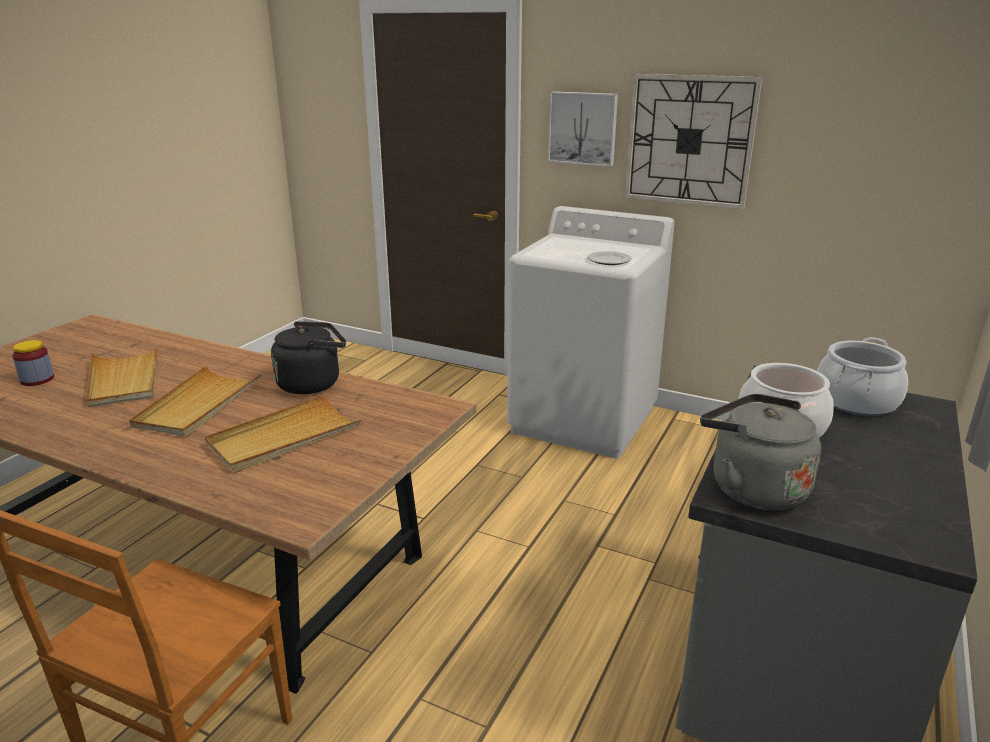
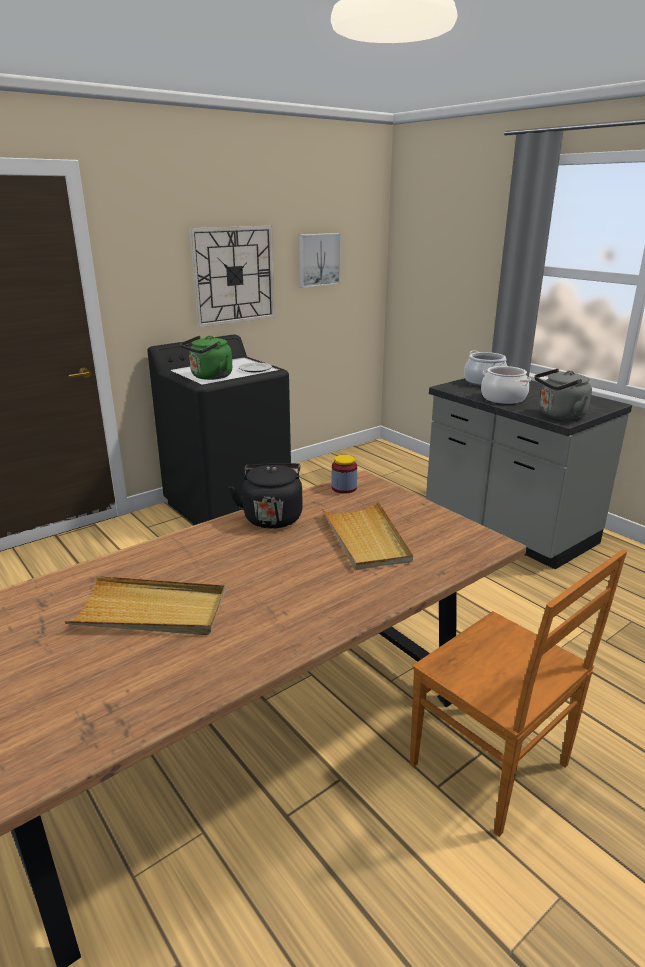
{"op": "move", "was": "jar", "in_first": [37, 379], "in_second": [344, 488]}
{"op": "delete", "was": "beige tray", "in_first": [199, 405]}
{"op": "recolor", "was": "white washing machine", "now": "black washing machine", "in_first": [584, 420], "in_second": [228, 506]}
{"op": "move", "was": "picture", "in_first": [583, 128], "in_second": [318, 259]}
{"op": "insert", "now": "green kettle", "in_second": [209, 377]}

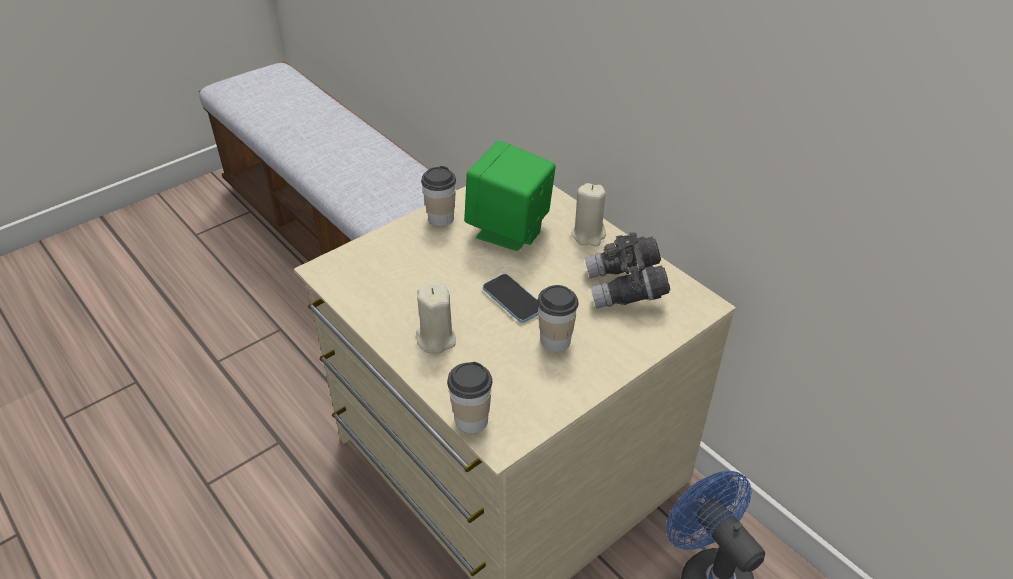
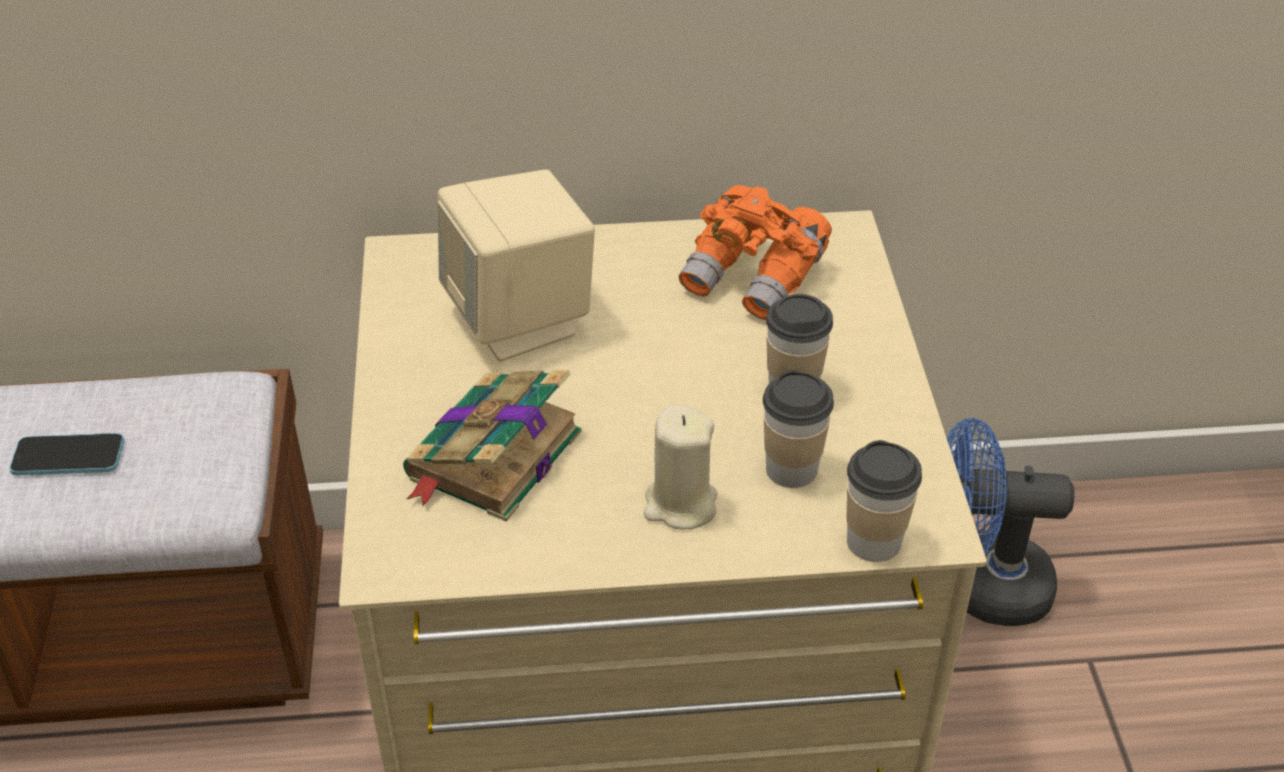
{"op": "move", "was": "cup", "in_first": [441, 218], "in_second": [791, 469]}
{"op": "recolor", "was": "green speaker", "now": "beige speaker", "in_first": [509, 230], "in_second": [521, 321]}
{"op": "move", "was": "phone", "in_first": [513, 299], "in_second": [68, 457]}
{"op": "delete", "was": "beige candle", "in_first": [588, 235]}
{"op": "recolor", "was": "grey binoculars", "now": "orange binoculars", "in_first": [625, 289], "in_second": [754, 278]}
{"op": "insert", "now": "book", "in_second": [492, 457]}

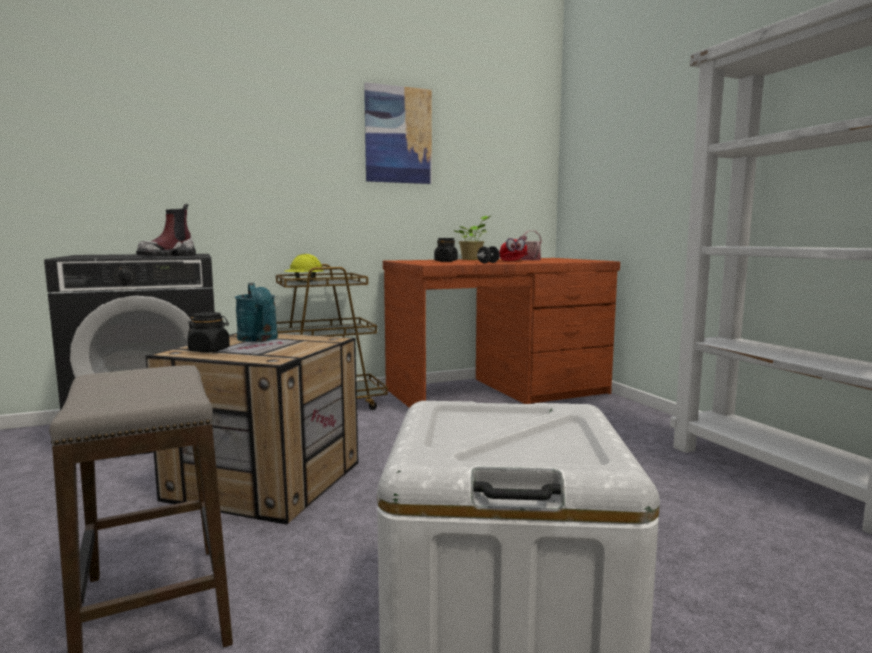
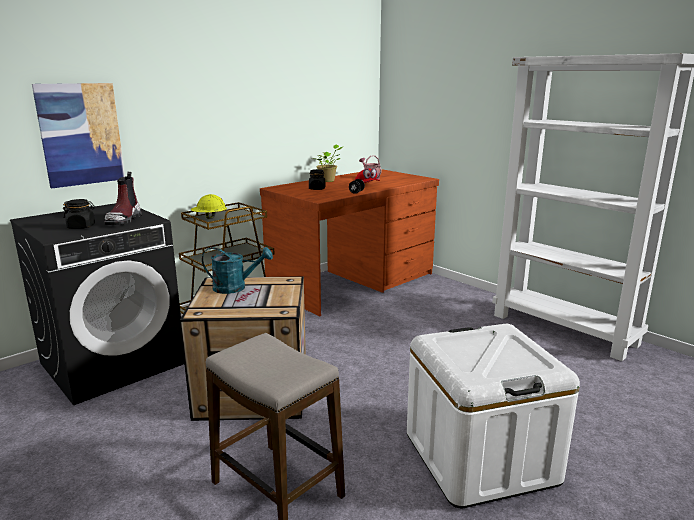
{"op": "move", "was": "black jar", "in_first": [209, 350], "in_second": [81, 227]}
{"op": "rotate", "was": "turquoise watering can", "in_first": [259, 339], "in_second": [235, 288], "clockwise": -45}
{"op": "move", "was": "picture", "in_first": [398, 135], "in_second": [81, 134]}

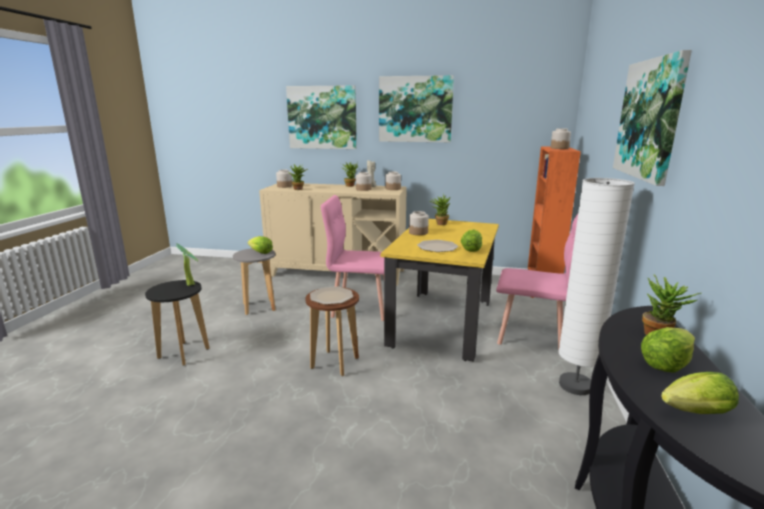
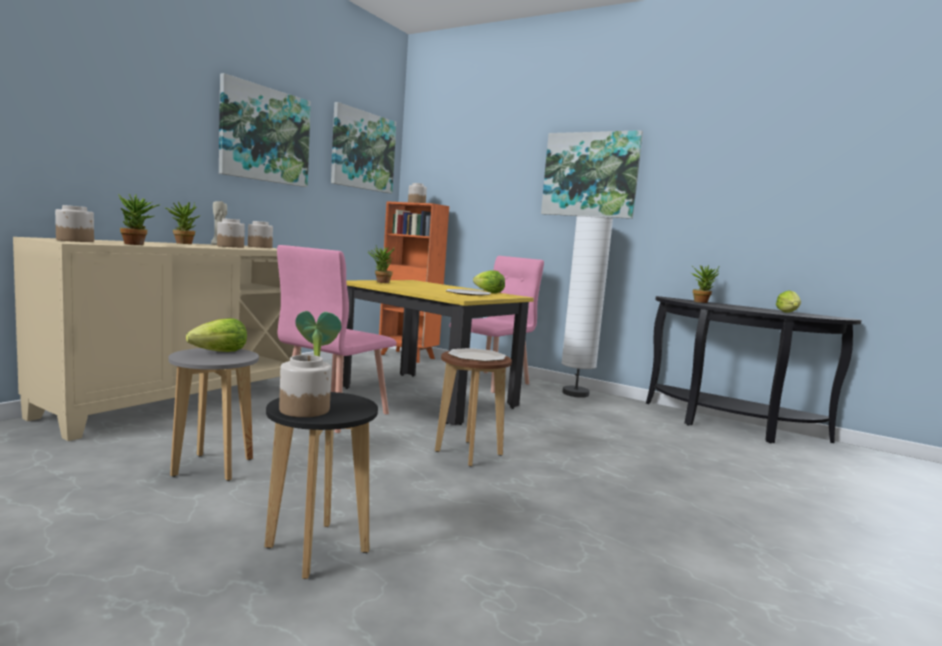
{"op": "move", "was": "picture", "in_first": [322, 117], "in_second": [363, 151]}
{"op": "move", "was": "jar", "in_first": [418, 232], "in_second": [304, 409]}
{"op": "delete", "was": "lettuce", "in_first": [665, 364]}

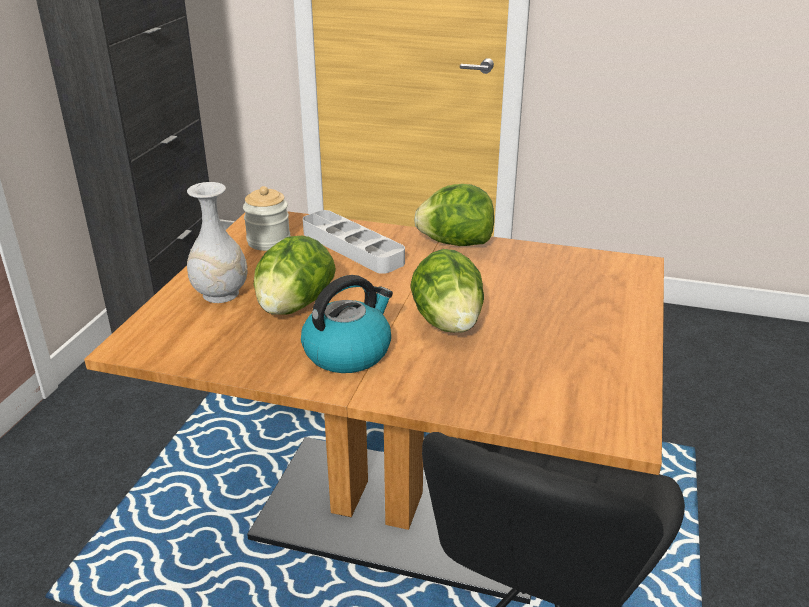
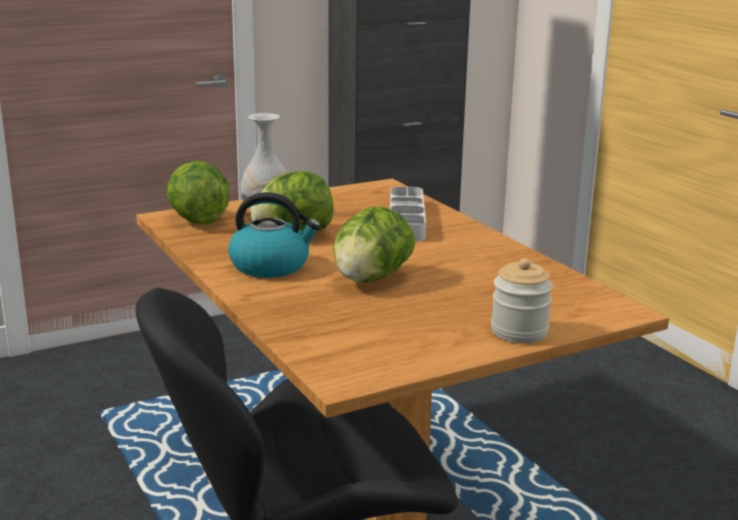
{"op": "move", "was": "jar", "in_first": [268, 241], "in_second": [519, 331]}
{"op": "move", "was": "lettuce", "in_first": [455, 243], "in_second": [197, 220]}

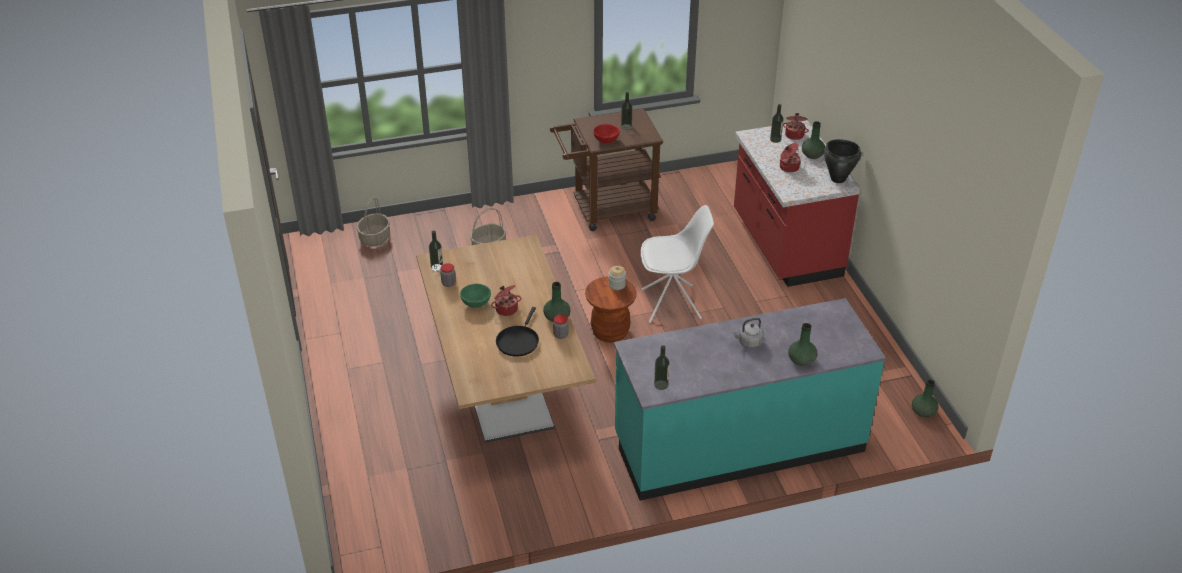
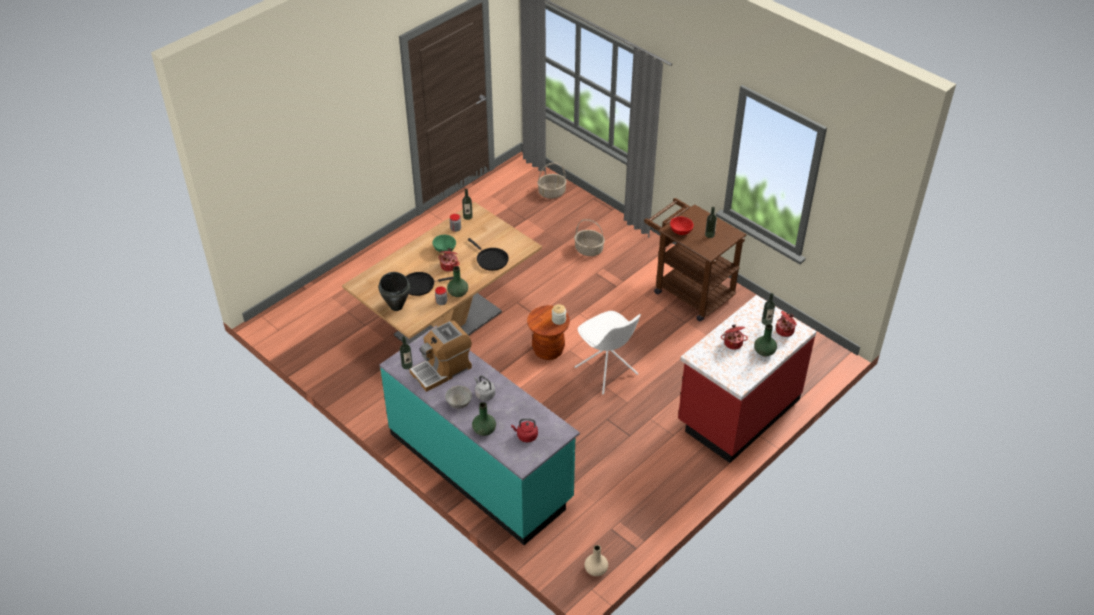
{"op": "move", "was": "black cooking pot", "in_first": [837, 179], "in_second": [396, 306]}
{"op": "recolor", "was": "green vase", "now": "beige vase", "in_first": [923, 412], "in_second": [596, 570]}
{"op": "insert", "now": "coffee machine", "in_second": [442, 370]}
{"op": "insert", "now": "grey bowl", "in_second": [458, 403]}
{"op": "insert", "now": "black frying pan", "in_second": [490, 259]}
{"op": "insert", "now": "red kettle", "in_second": [526, 436]}

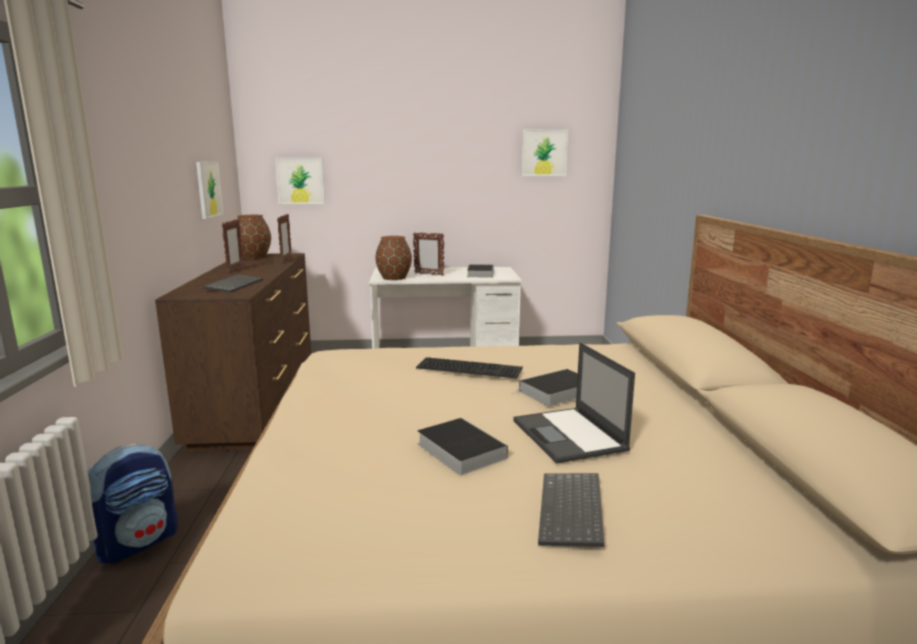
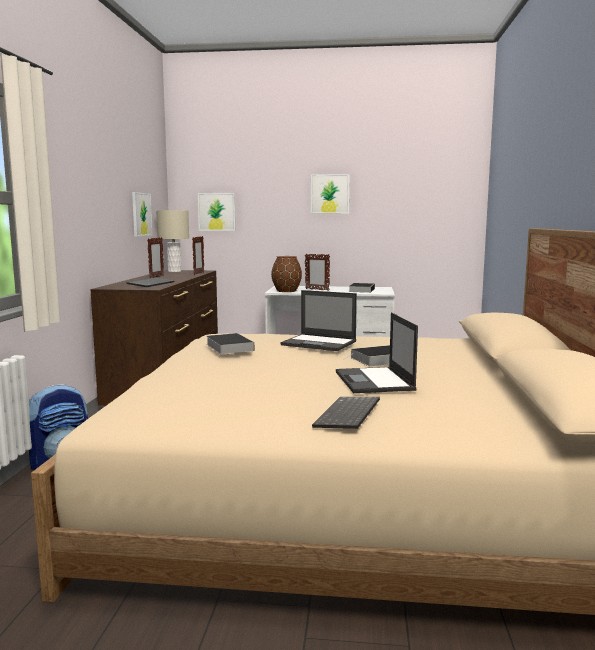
{"op": "replace", "was": "brown vase", "now": "beige table lamp", "in_first": [253, 257], "in_second": [174, 271]}
{"op": "replace", "was": "keyboard", "now": "laptop", "in_first": [470, 367], "in_second": [320, 343]}
{"op": "move", "was": "book", "in_first": [458, 450], "in_second": [228, 347]}
{"op": "move", "was": "picture", "in_first": [544, 152], "in_second": [330, 194]}

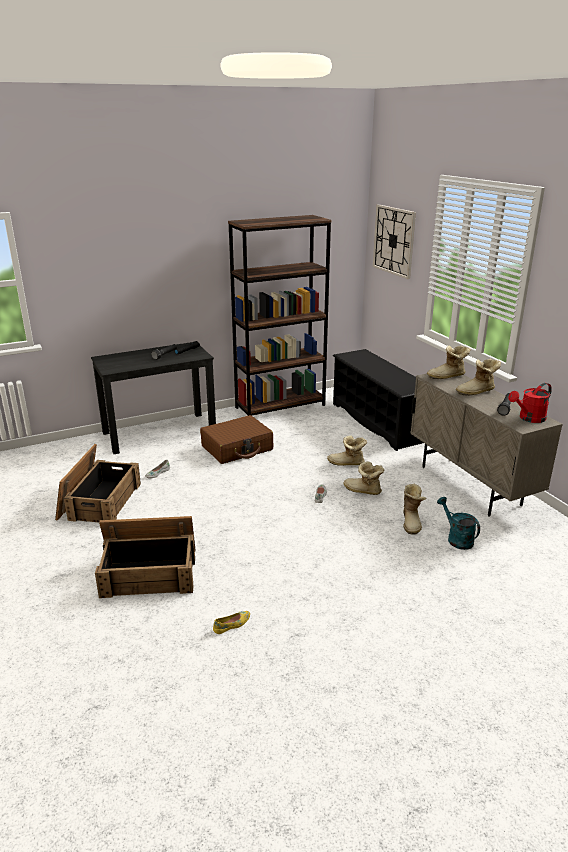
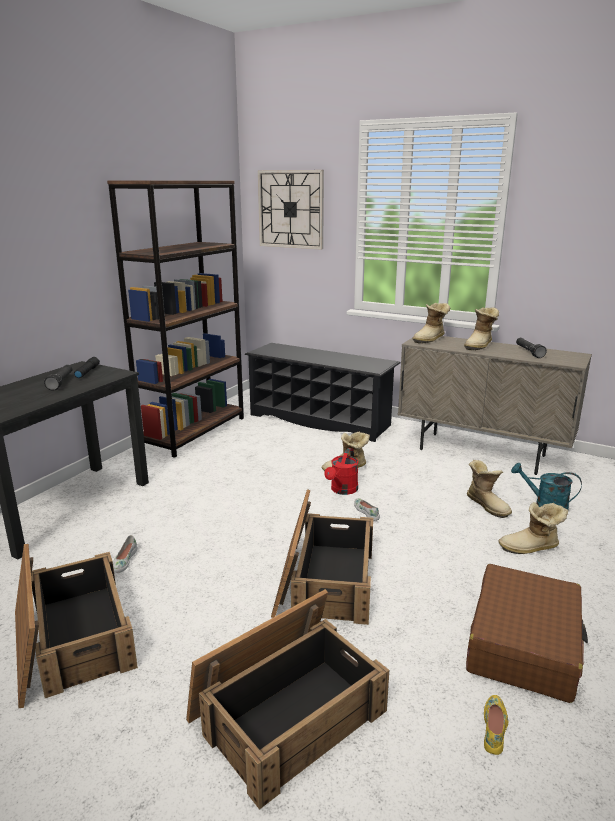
{"op": "move", "was": "brown suitcase", "in_first": [237, 448], "in_second": [523, 644]}
{"op": "move", "was": "boot", "in_first": [363, 491], "in_second": [531, 548]}
{"op": "move", "was": "red watering can", "in_first": [529, 418], "in_second": [342, 490]}
{"op": "insert", "now": "crate", "in_second": [324, 579]}

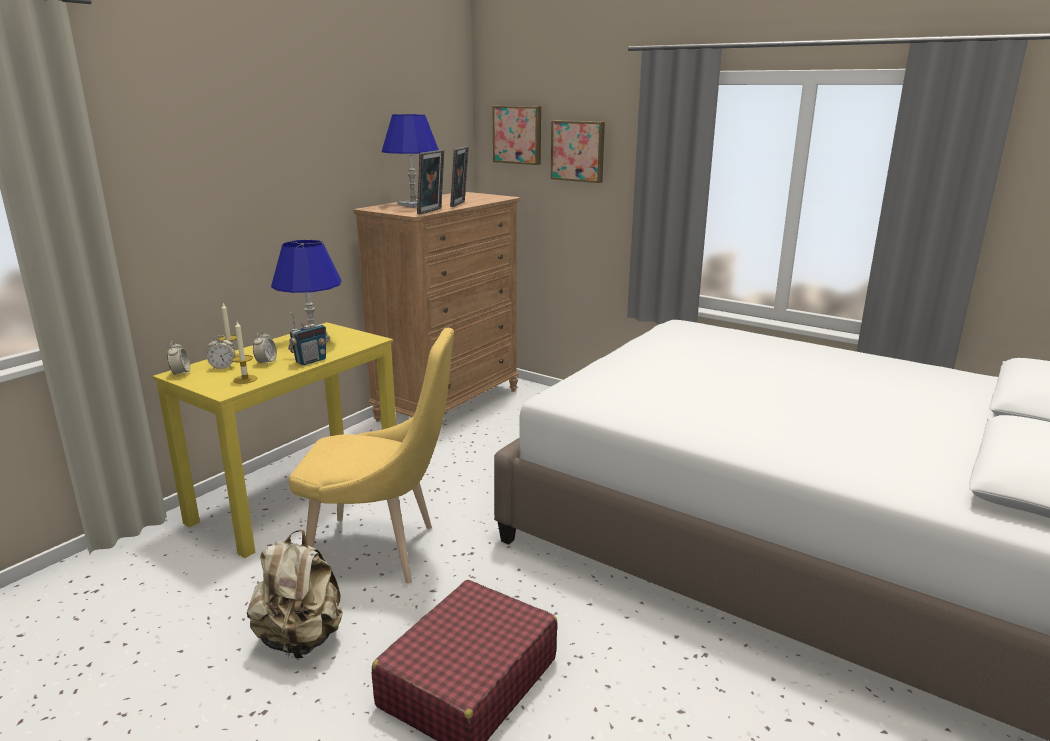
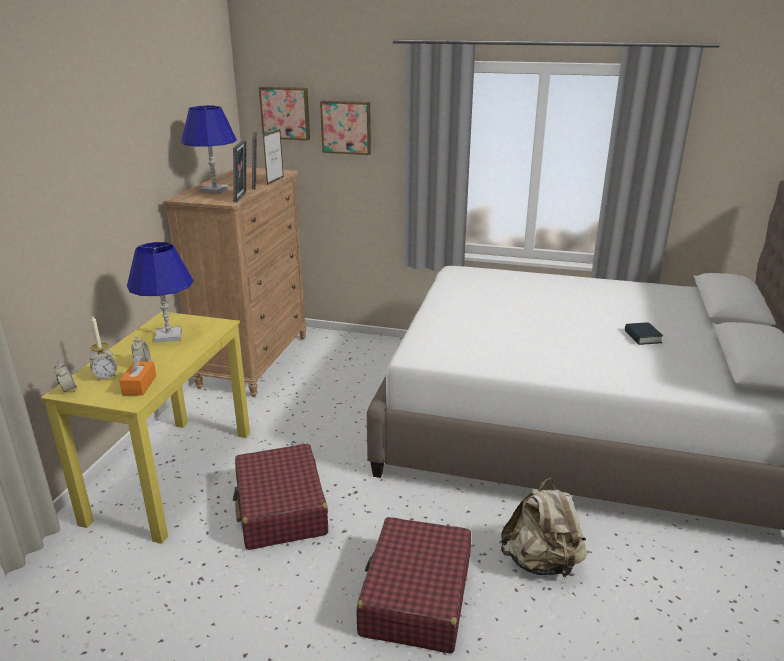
{"op": "replace", "was": "candle", "now": "orange tissue box", "in_first": [245, 379], "in_second": [139, 385]}
{"op": "move", "was": "beige backpack", "in_first": [301, 639], "in_second": [541, 562]}
{"op": "delete", "was": "radio", "in_first": [310, 361]}
{"op": "replace", "was": "yellow chair", "now": "red suitcase", "in_first": [381, 552], "in_second": [281, 508]}
{"op": "insert", "now": "picture frame", "in_second": [275, 181]}
{"op": "insert", "now": "book", "in_second": [642, 337]}

